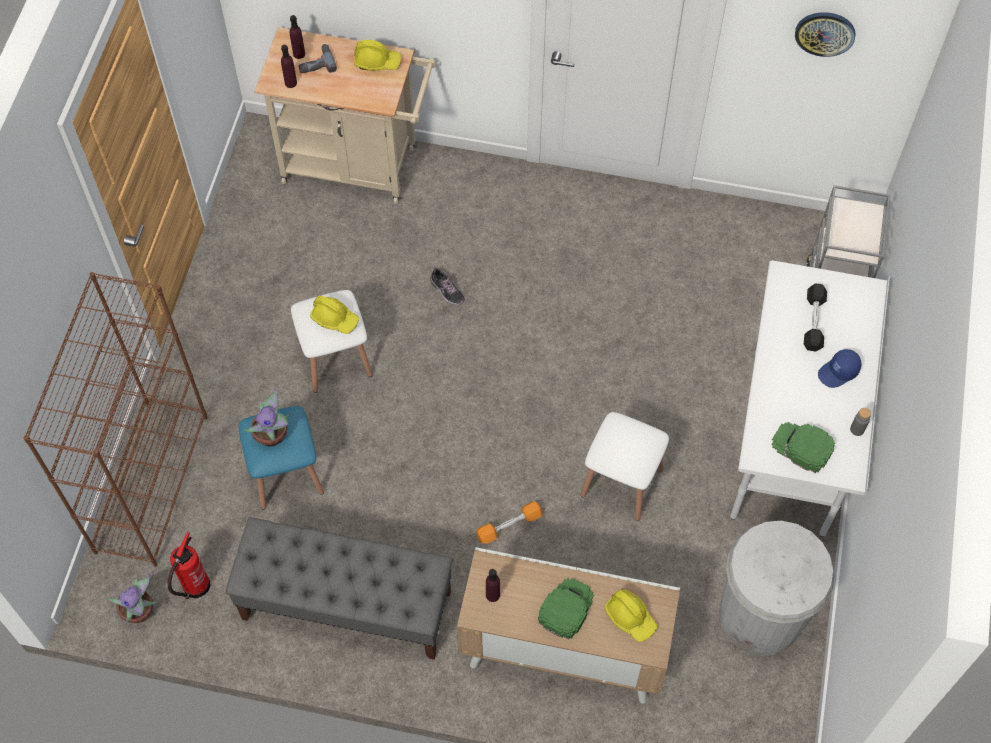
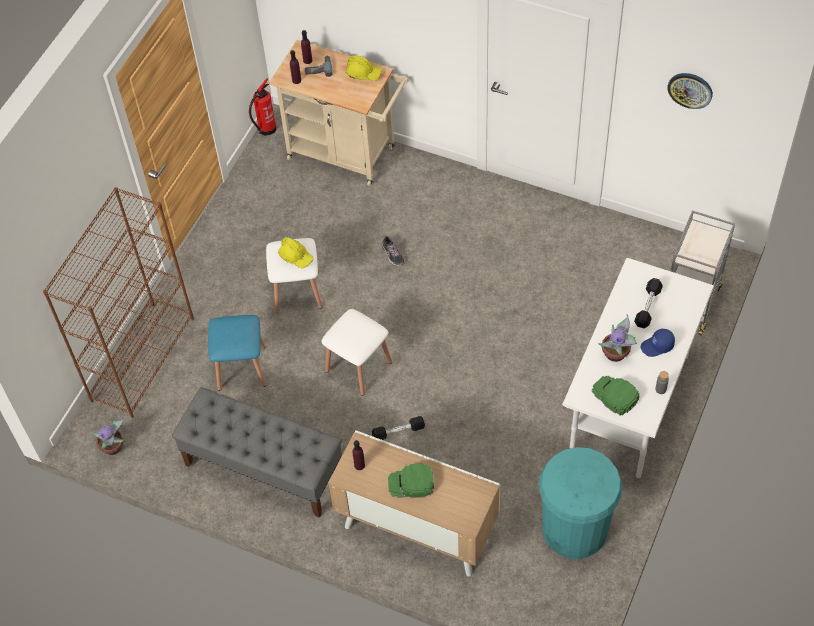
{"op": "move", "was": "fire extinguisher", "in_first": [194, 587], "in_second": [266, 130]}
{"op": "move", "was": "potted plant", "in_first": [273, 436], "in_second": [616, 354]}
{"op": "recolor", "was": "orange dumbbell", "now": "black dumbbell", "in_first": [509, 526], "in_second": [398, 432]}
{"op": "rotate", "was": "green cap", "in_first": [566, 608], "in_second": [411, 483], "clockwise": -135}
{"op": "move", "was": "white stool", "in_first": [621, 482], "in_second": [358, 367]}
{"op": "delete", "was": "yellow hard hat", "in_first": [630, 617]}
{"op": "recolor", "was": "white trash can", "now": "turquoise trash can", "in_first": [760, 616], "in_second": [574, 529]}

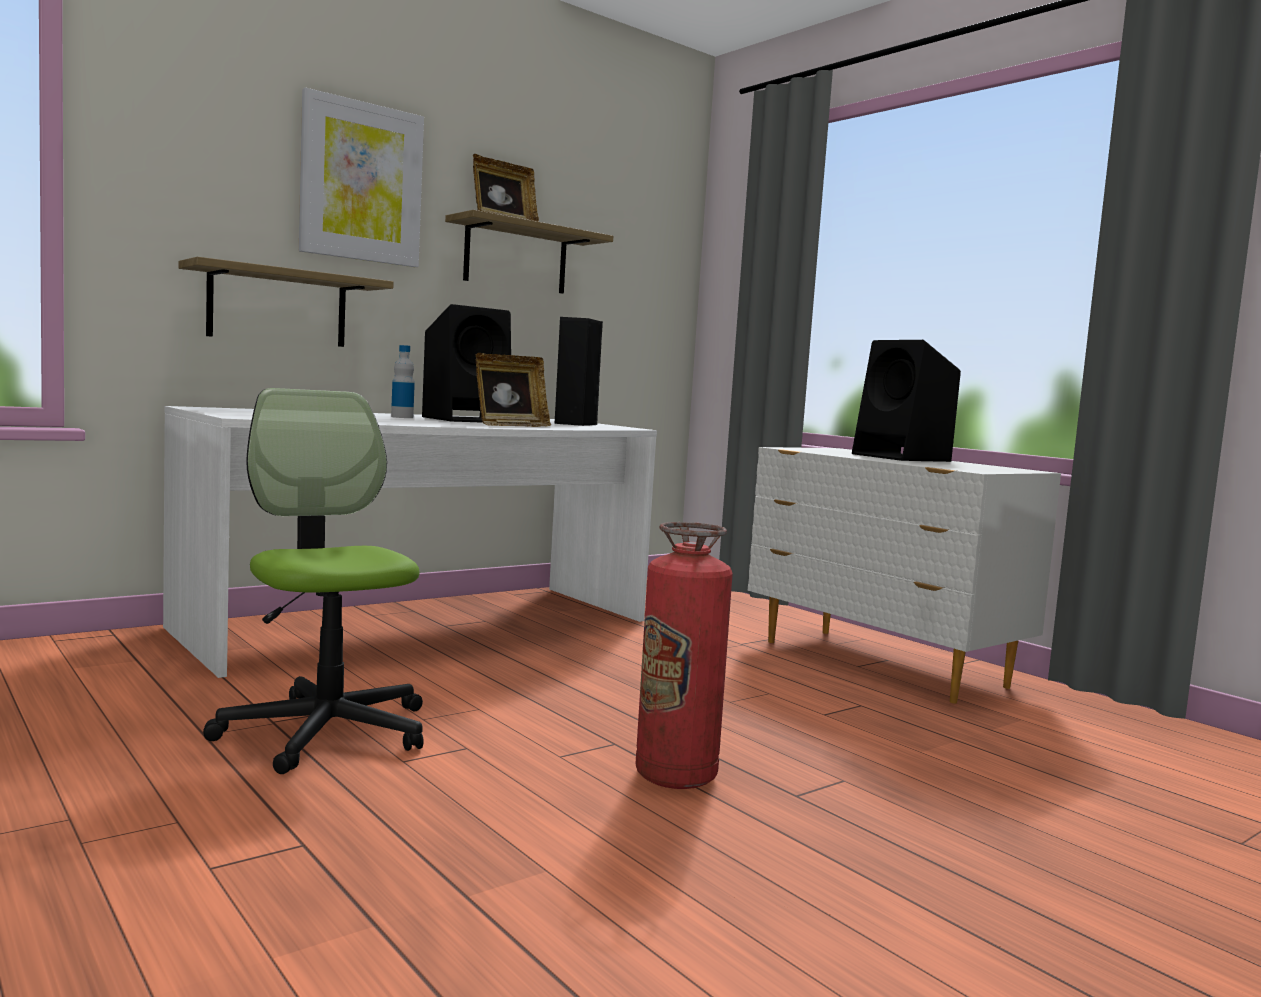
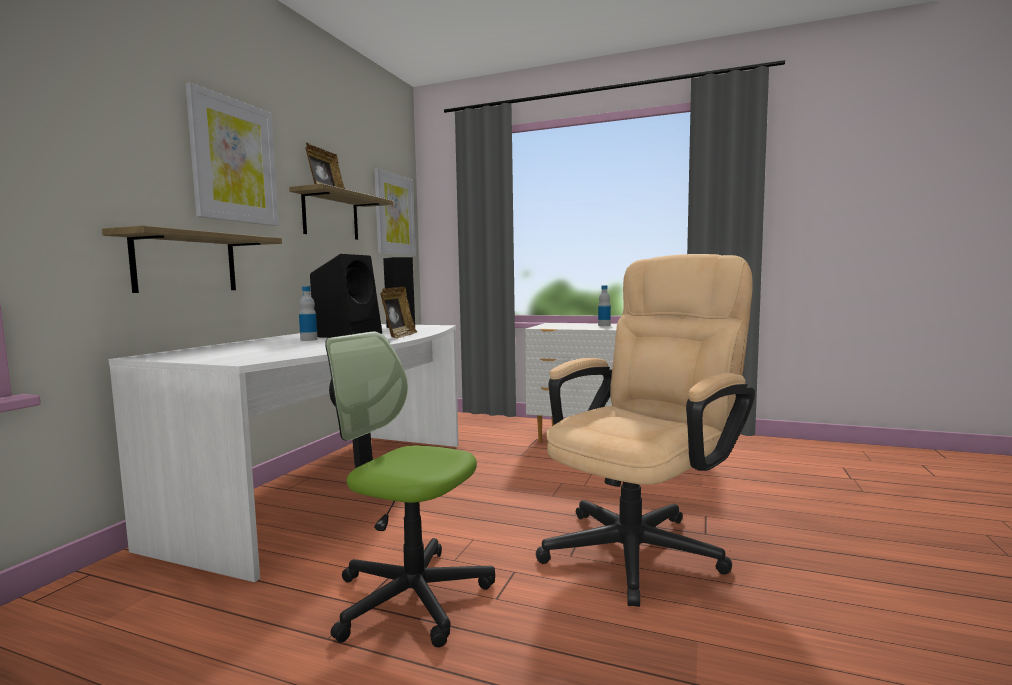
{"op": "replace", "was": "fire extinguisher", "now": "beige office chair", "in_first": [676, 776], "in_second": [642, 544]}
{"op": "replace", "was": "black speaker", "now": "bottle", "in_first": [903, 458], "in_second": [604, 325]}
{"op": "insert", "now": "picture", "in_second": [394, 214]}

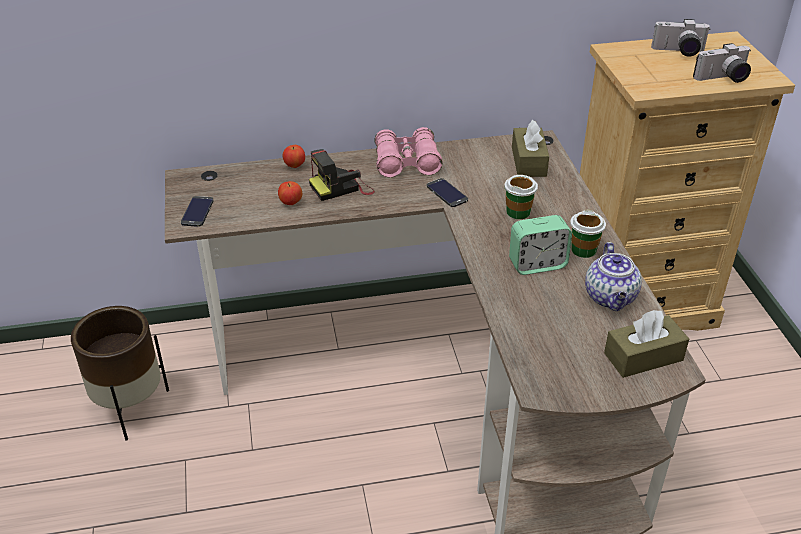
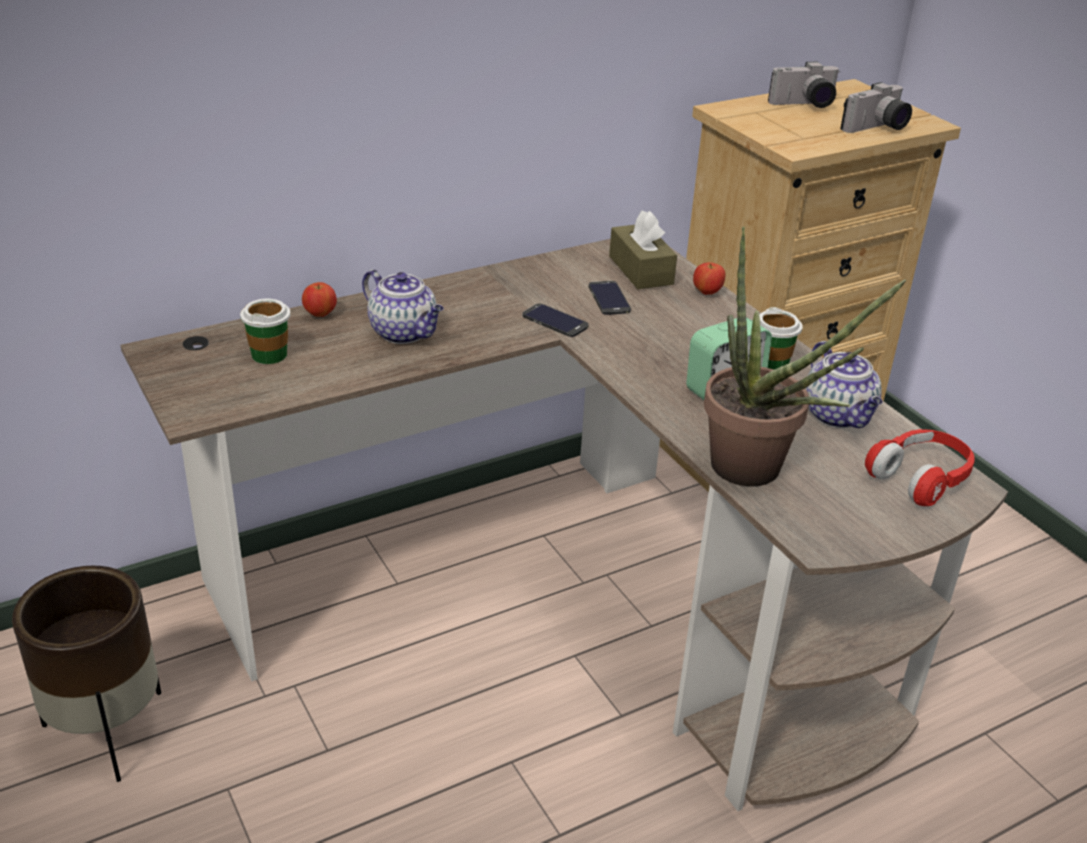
{"op": "move", "was": "phone", "in_first": [197, 212], "in_second": [609, 298]}
{"op": "move", "was": "apple", "in_first": [291, 203], "in_second": [707, 292]}
{"op": "replace", "was": "photo camera", "now": "teapot", "in_first": [342, 187], "in_second": [404, 333]}
{"op": "delete", "was": "pink binoculars", "in_first": [407, 162]}
{"op": "move", "was": "cup", "in_first": [518, 212], "in_second": [269, 354]}
{"op": "replace", "was": "brown tissue box", "now": "red headphones", "in_first": [643, 357], "in_second": [920, 478]}
{"op": "insert", "now": "potted plant", "in_second": [758, 473]}

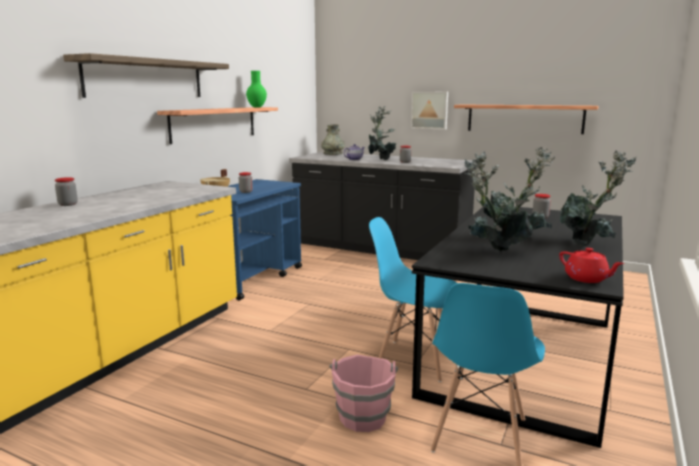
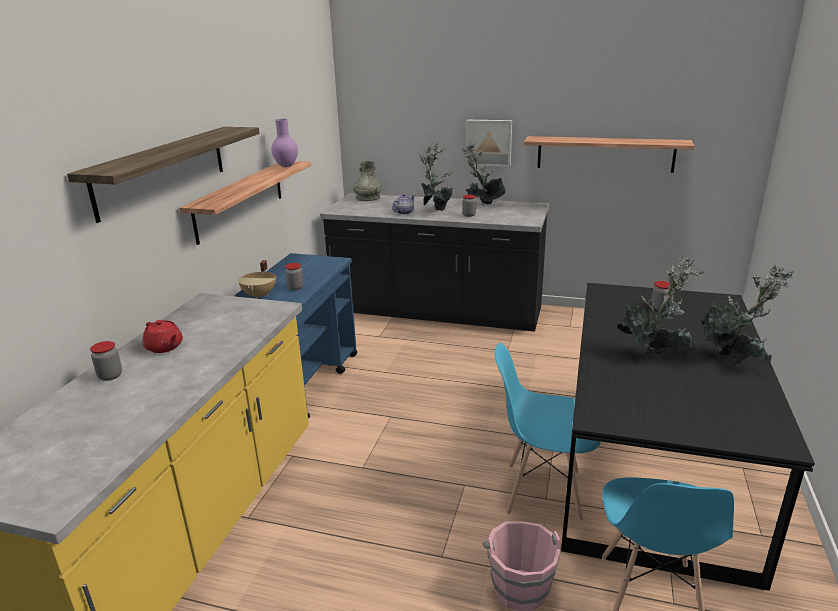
{"op": "recolor", "was": "green vase", "now": "purple vase", "in_first": [256, 107], "in_second": [286, 166]}
{"op": "move", "was": "potted plant", "in_first": [492, 252], "in_second": [482, 205]}
{"op": "move", "was": "red teapot", "in_first": [587, 279], "in_second": [165, 347]}

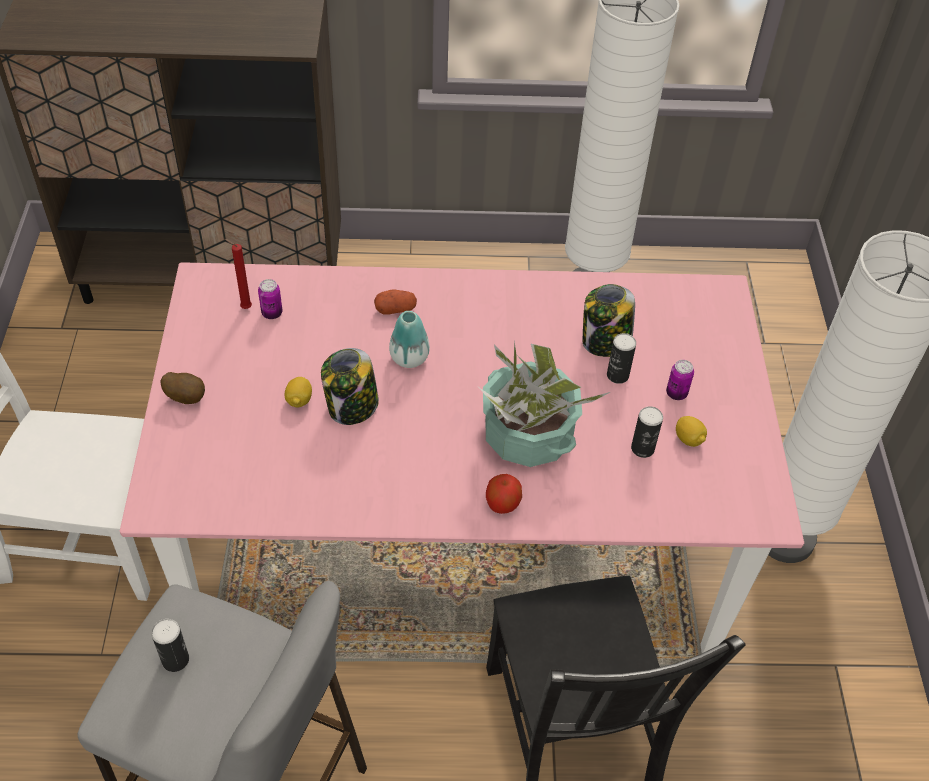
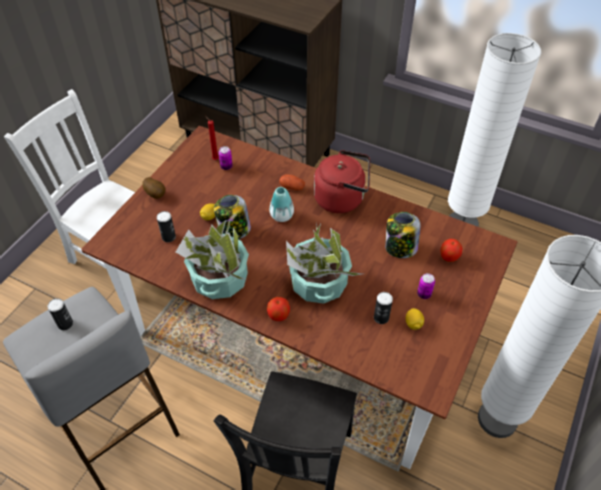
{"op": "recolor", "was": "pink dining table", "now": "brown dining table", "in_first": [455, 538], "in_second": [299, 334]}
{"op": "move", "was": "can", "in_first": [617, 375], "in_second": [168, 237]}
{"op": "insert", "now": "potted plant", "in_second": [219, 279]}
{"op": "insert", "now": "red kettle", "in_second": [342, 198]}
{"op": "insert", "now": "apple", "in_second": [449, 257]}

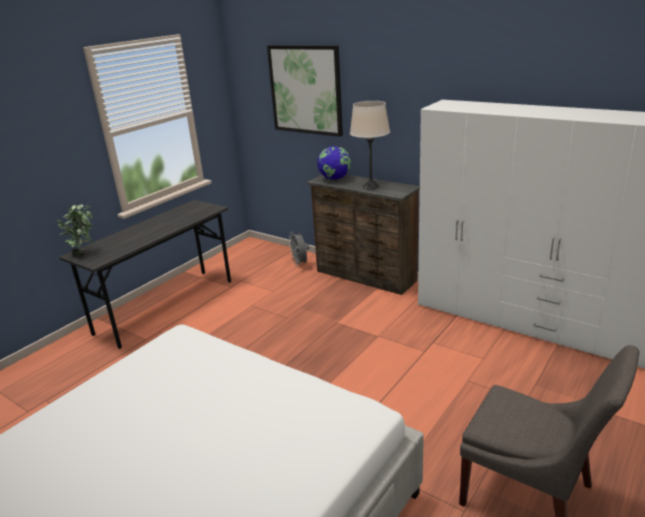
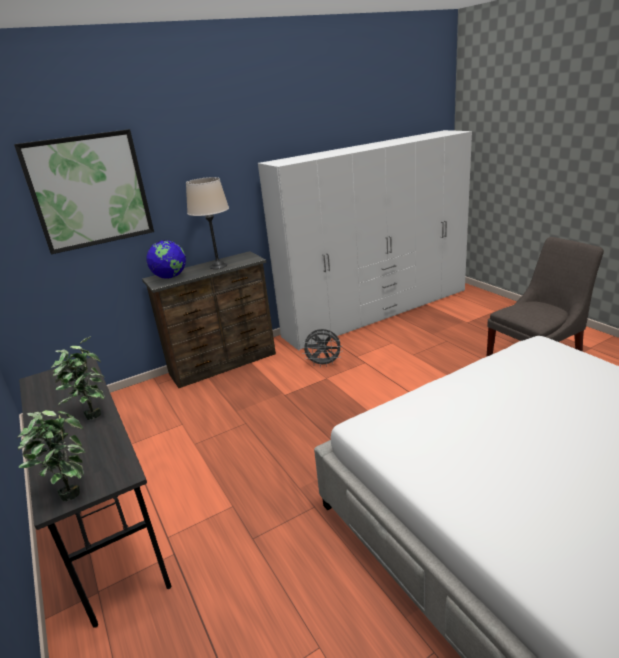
{"op": "move", "was": "grey fan", "in_first": [300, 264], "in_second": [324, 364]}
{"op": "insert", "now": "potted plant", "in_second": [91, 413]}

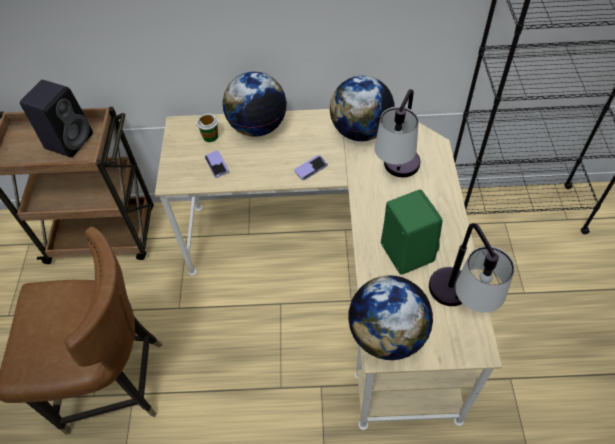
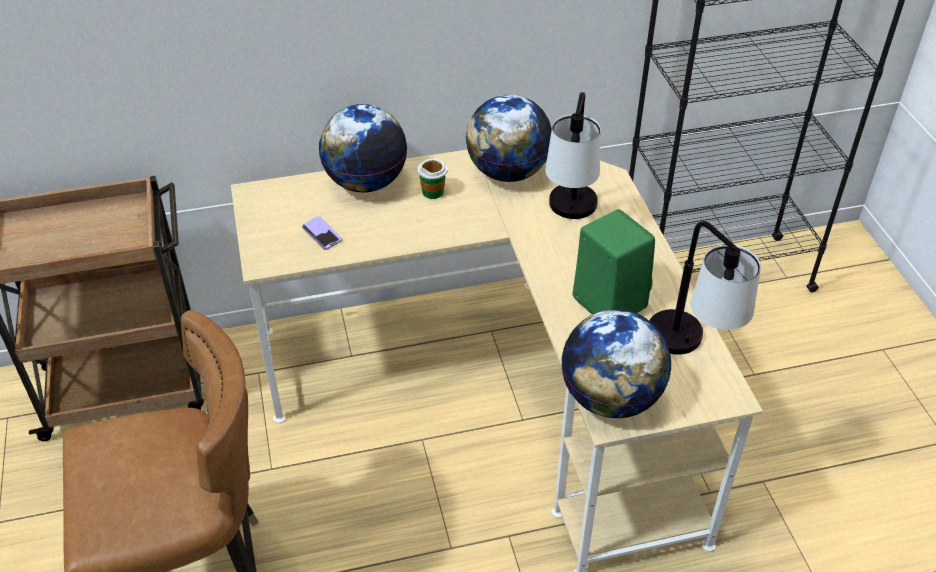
{"op": "delete", "was": "black speaker", "in_first": [70, 140]}
{"op": "move", "was": "cup", "in_first": [210, 136], "in_second": [433, 192]}
{"op": "delete", "was": "phone", "in_first": [311, 168]}

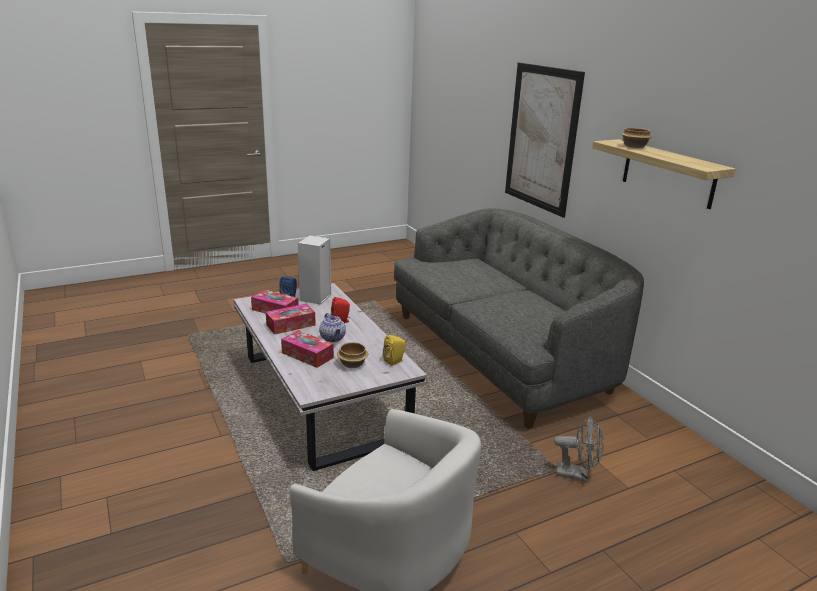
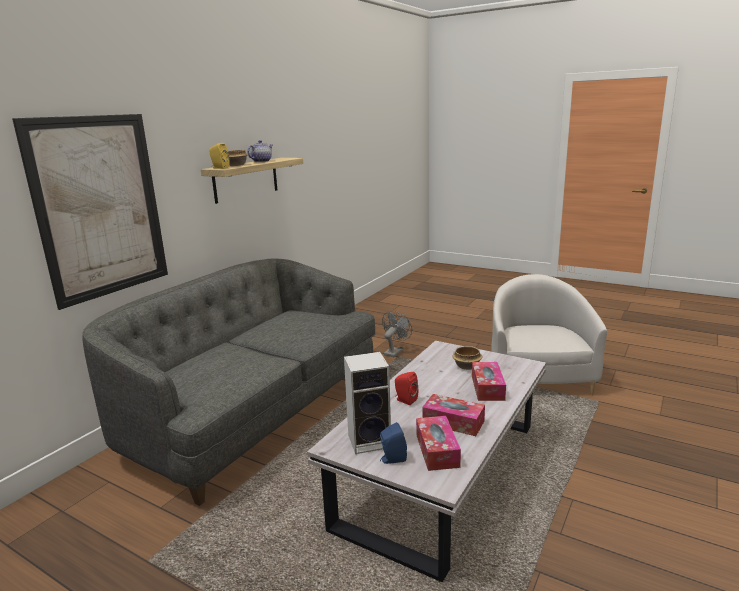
{"op": "move", "was": "teapot", "in_first": [333, 338], "in_second": [261, 161]}
{"op": "move", "was": "yellow speaker", "in_first": [395, 361], "in_second": [219, 168]}
{"op": "rotate", "was": "grey fan", "in_first": [577, 475], "in_second": [395, 351], "clockwise": 45}

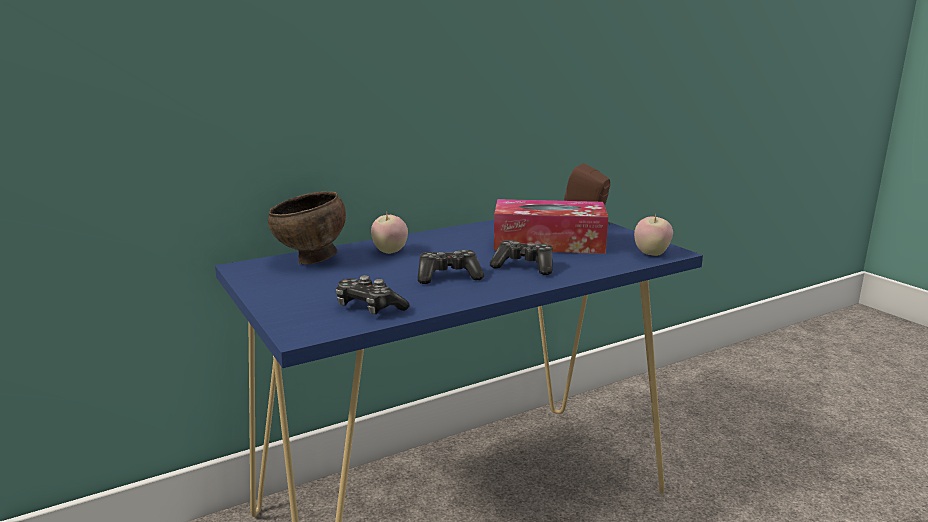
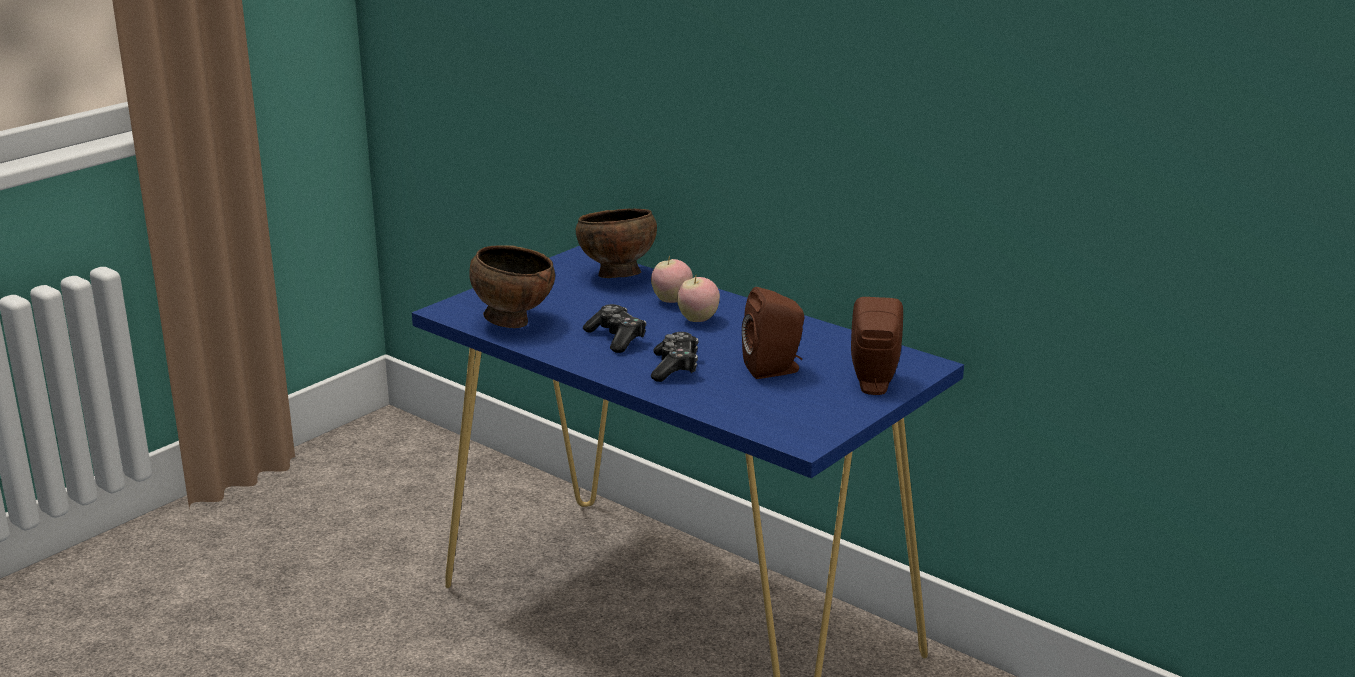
{"op": "replace", "was": "game controller", "now": "brown bowl", "in_first": [369, 308], "in_second": [513, 322]}
{"op": "replace", "was": "tissue box", "now": "brown speaker", "in_first": [548, 243], "in_second": [775, 370]}
{"op": "move", "was": "apple", "in_first": [651, 254], "in_second": [698, 320]}

